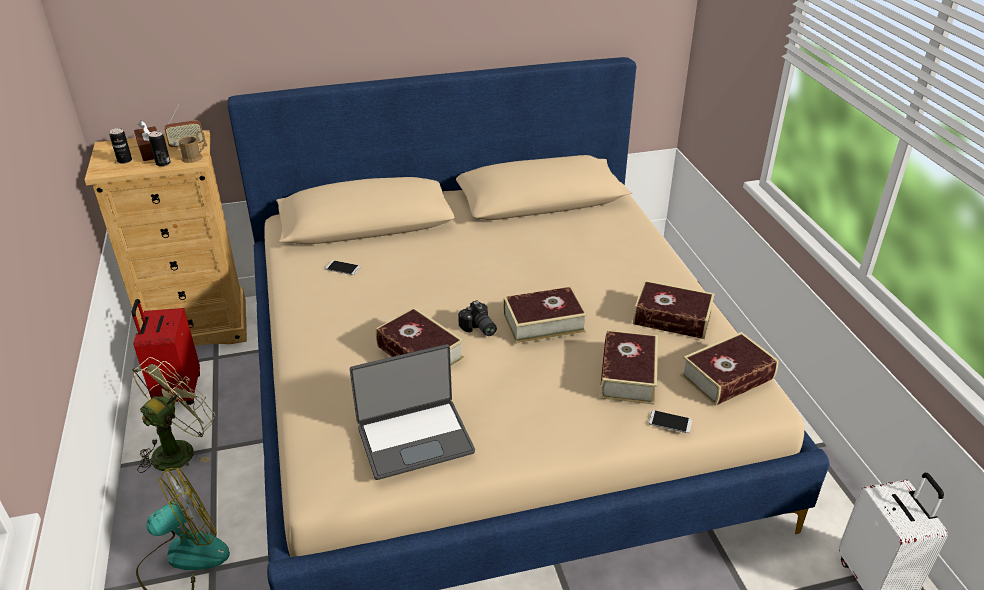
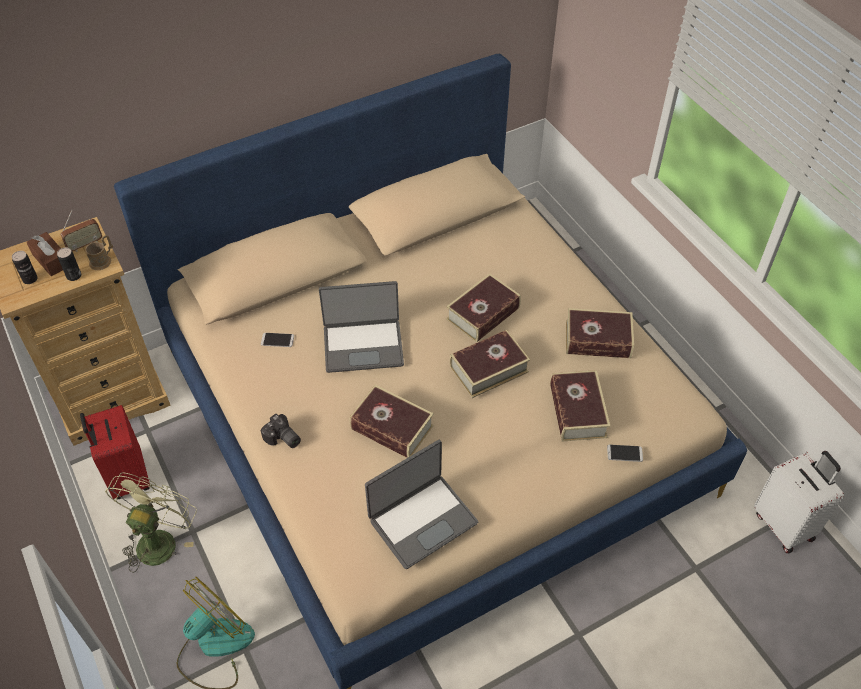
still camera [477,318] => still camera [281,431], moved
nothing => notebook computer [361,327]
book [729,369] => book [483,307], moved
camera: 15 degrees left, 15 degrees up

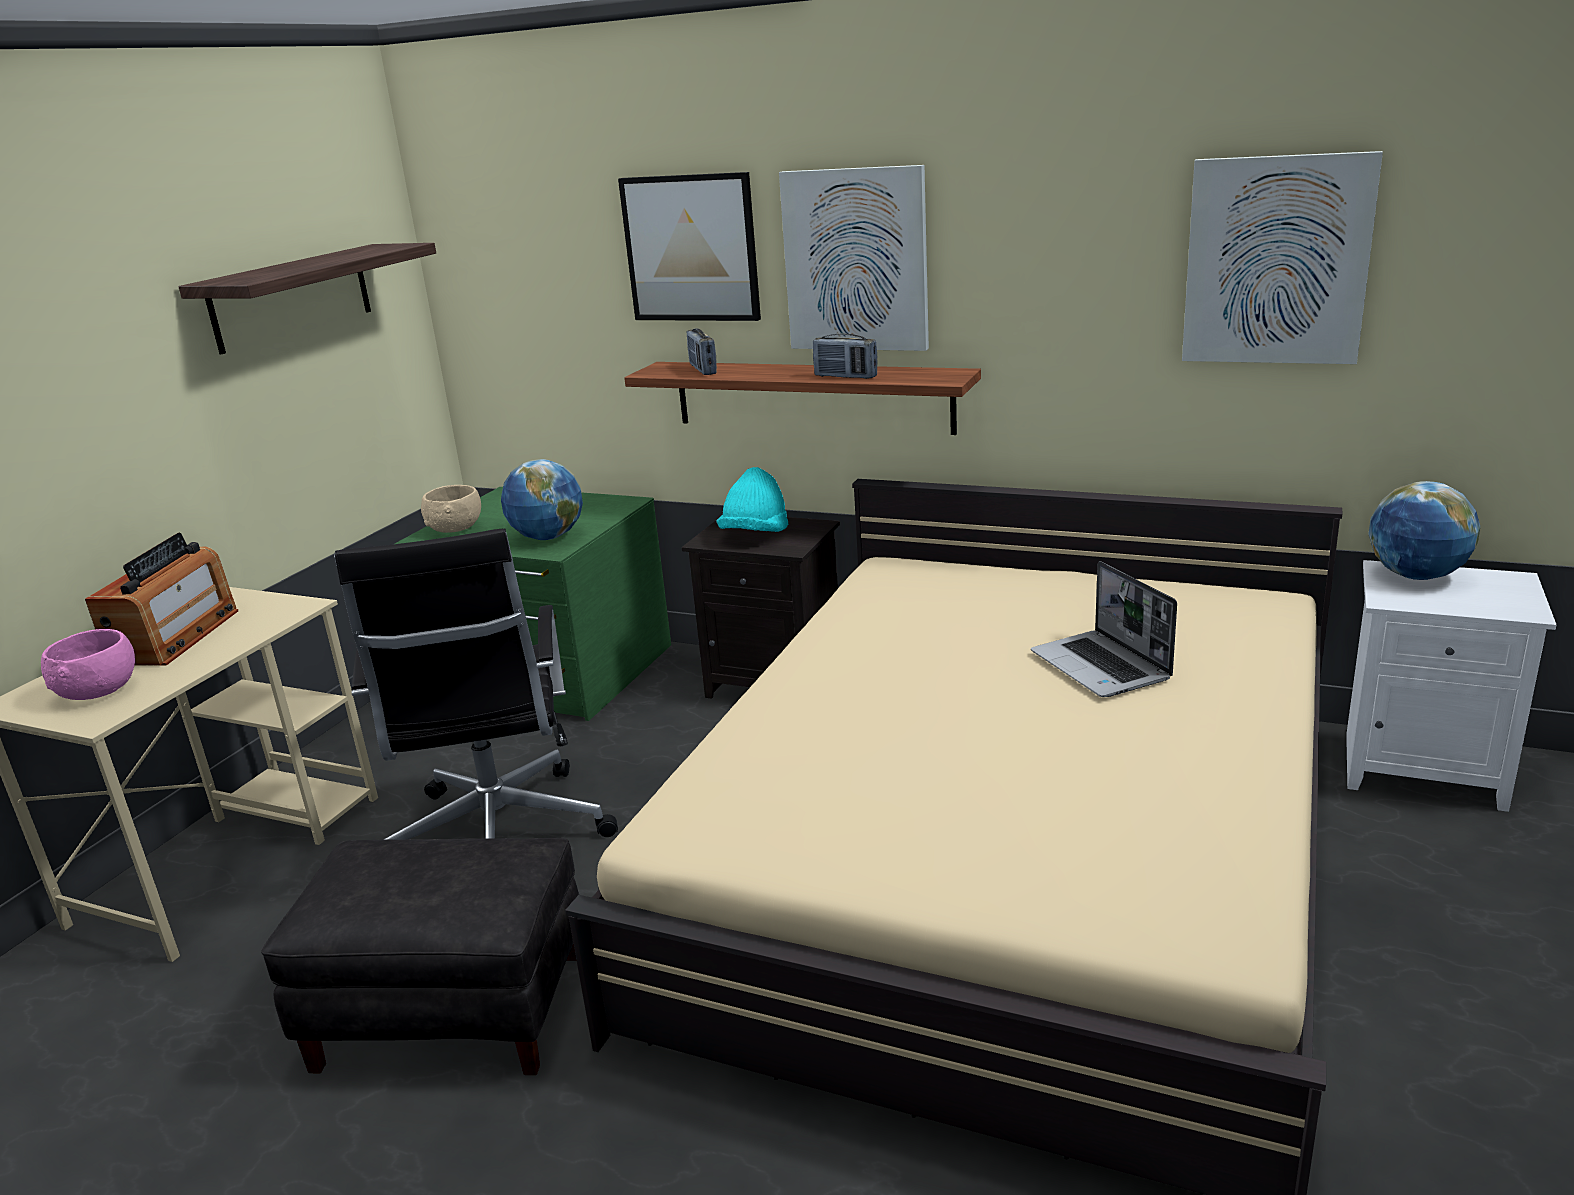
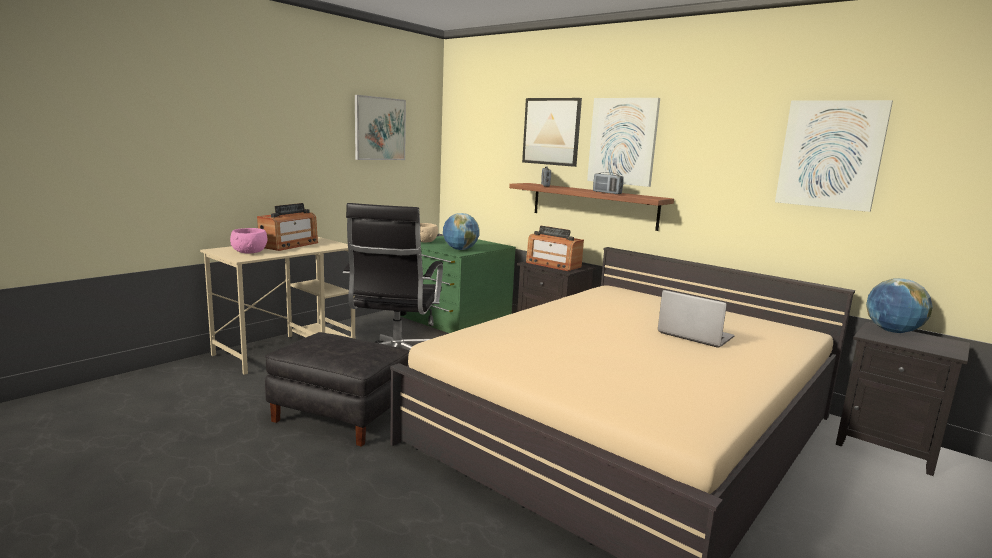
bracket shelf [307,298] => wall art [380,127]
wearable hat (turquoise-coloured) [752,499] => radio receiver [555,248]
notebook computer [1104,629] => notebook computer [696,319], 135 degrees clockwise
nightstand (white) [1451,686] => nightstand (black) [903,399]
camera: 15 degrees right, 10 degrees down

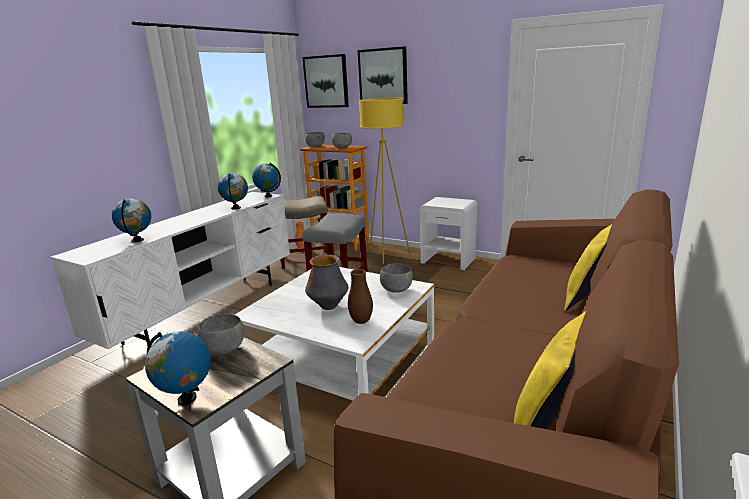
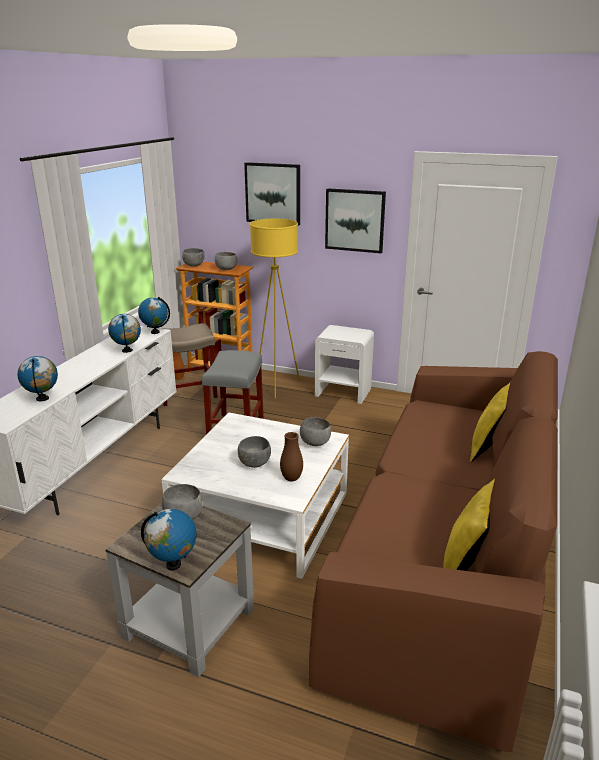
flower vase [327,282] => serving bowl (gray) [254,452]
wall art [325,81] => wall art [355,220], moved
camera: 10 degrees left, 5 degrees up

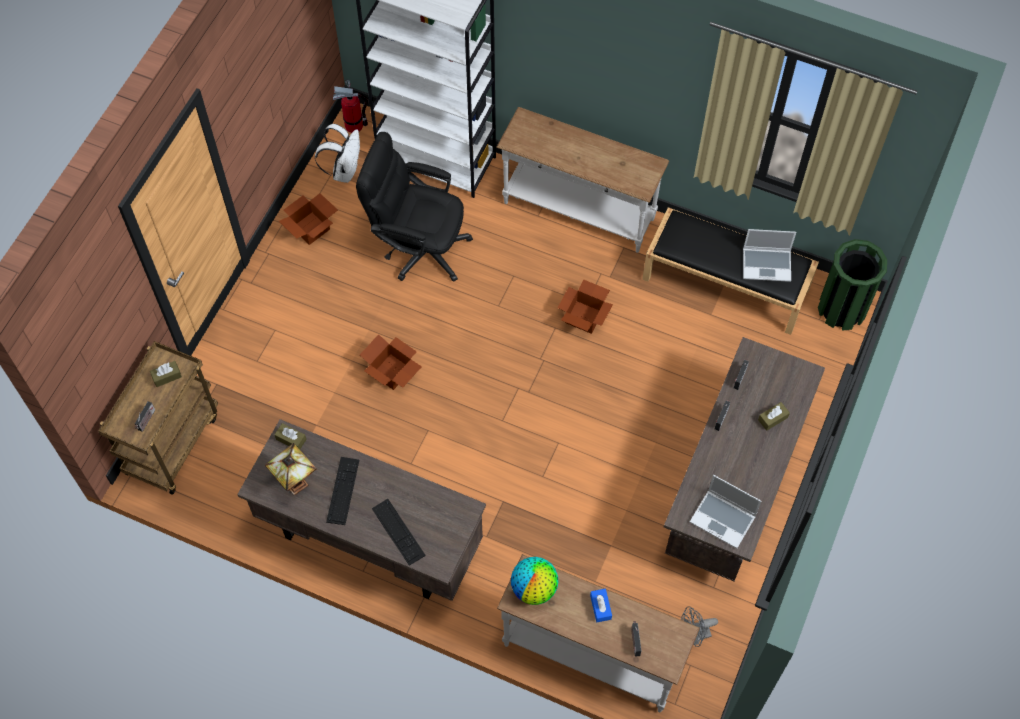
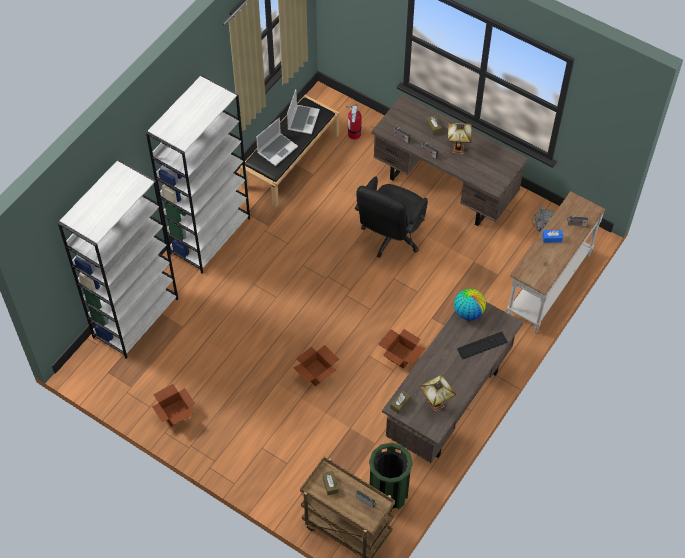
console table (white) [582,180] => shelving unit (white) [198,174]
notebook computer [725,512] => notebook computer [277,142], moved
fire-fighting cylinder [351,106] => fire-fighting cylinder [354,122], moved
desk chair (black) [414,207] => desk chair (black) [391,217], moved
rubbish bin (green) [852,285] => rubbish bin (green) [391,477], moved
packing box [585,307] => packing box [401,349], moved
nothing => lamp for a table [460,138]
world globe [534,581] => world globe [470,304], moved
rucksack (white) [337,153] => nothing
computer keyboard [342,491] => nothing
camera: 80 degrees left, 5 degrees down

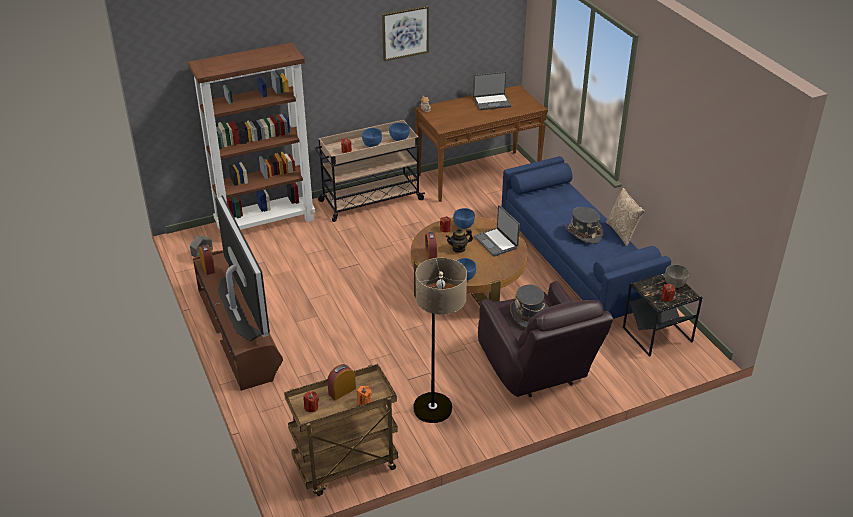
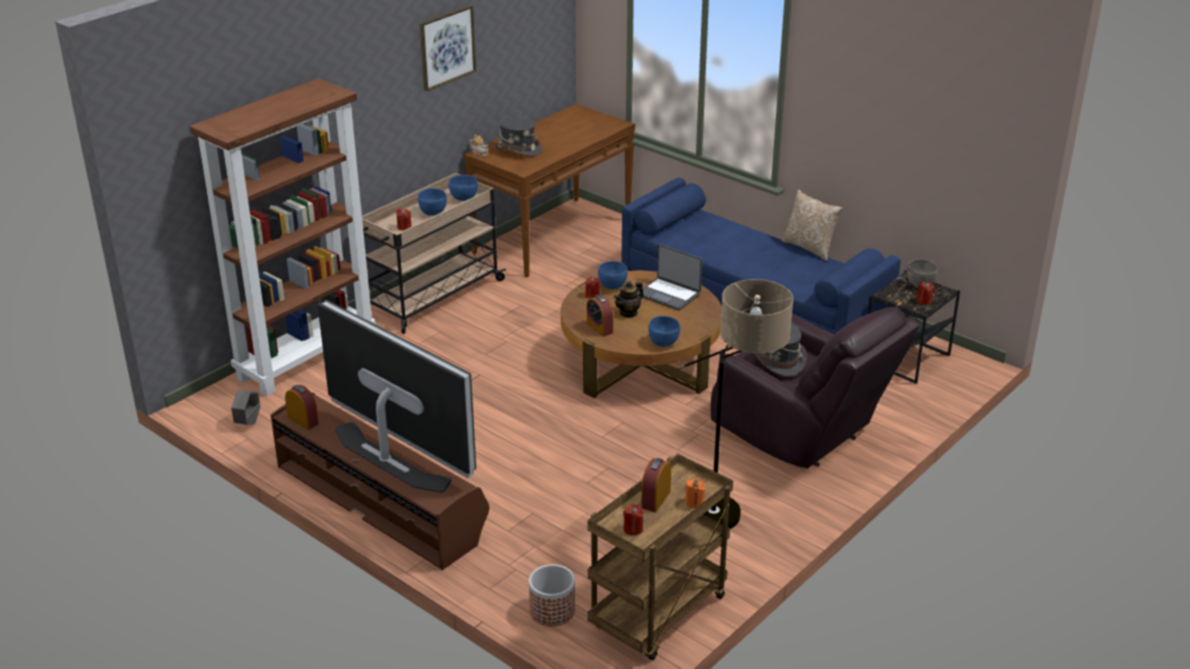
wearable hat (gray) [584,225] => wearable hat (gray) [518,137], moved
nothing => planter [552,595]
notebook computer [492,91] => nothing
camera: 25 degrees left, 5 degrees down

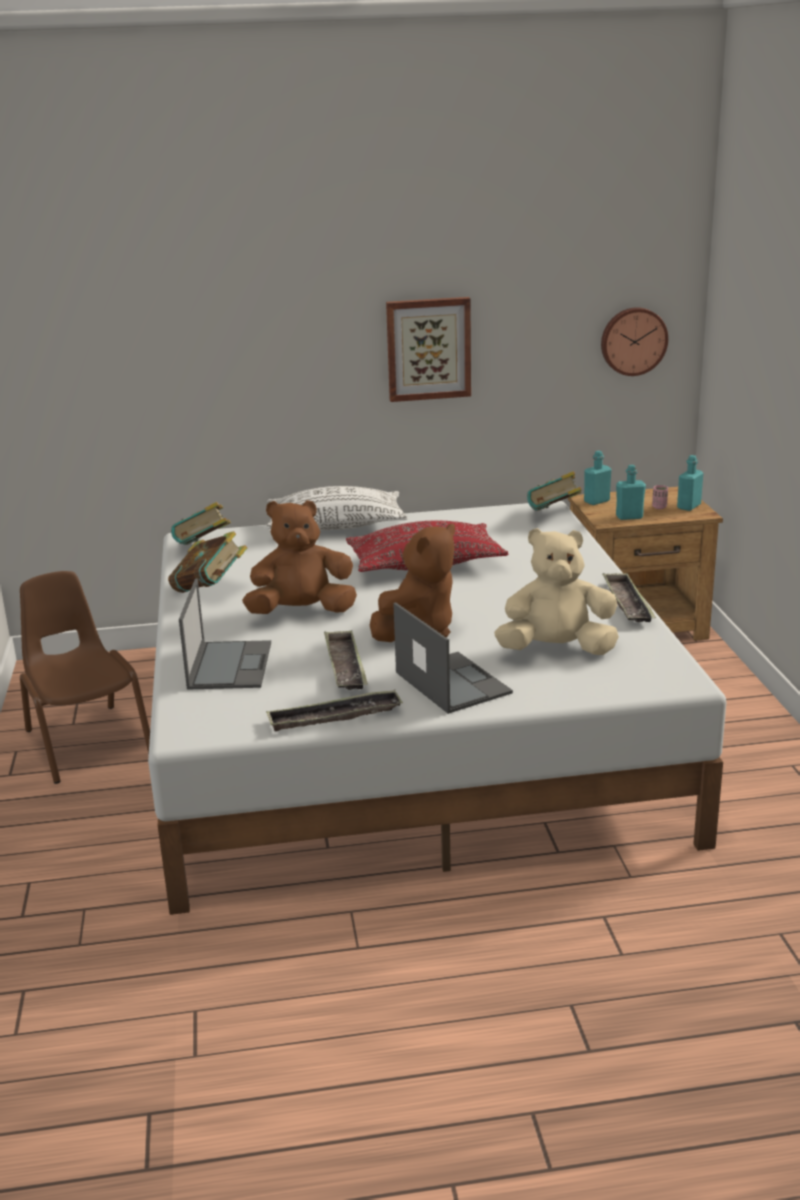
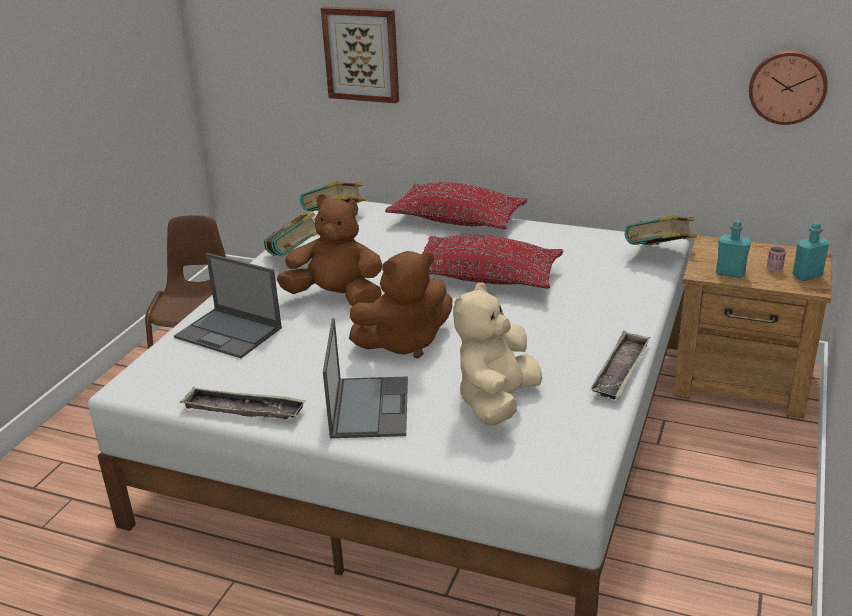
notebook computer [225,634] => notebook computer [228,305], 90 degrees clockwise
wall art [428,349] => wall art [360,55], moved
pillow (white) [337,508] => pillow (reddish) [456,205]
plush toy (sand-coloured) [556,591] => plush toy (sand-coloured) [497,354], 90 degrees counterclockwise
carrying tray [346,660] => nothing
beverage bottle (turquoise-coloured) [597,478] => nothing
camera: 30 degrees right, 5 degrees up

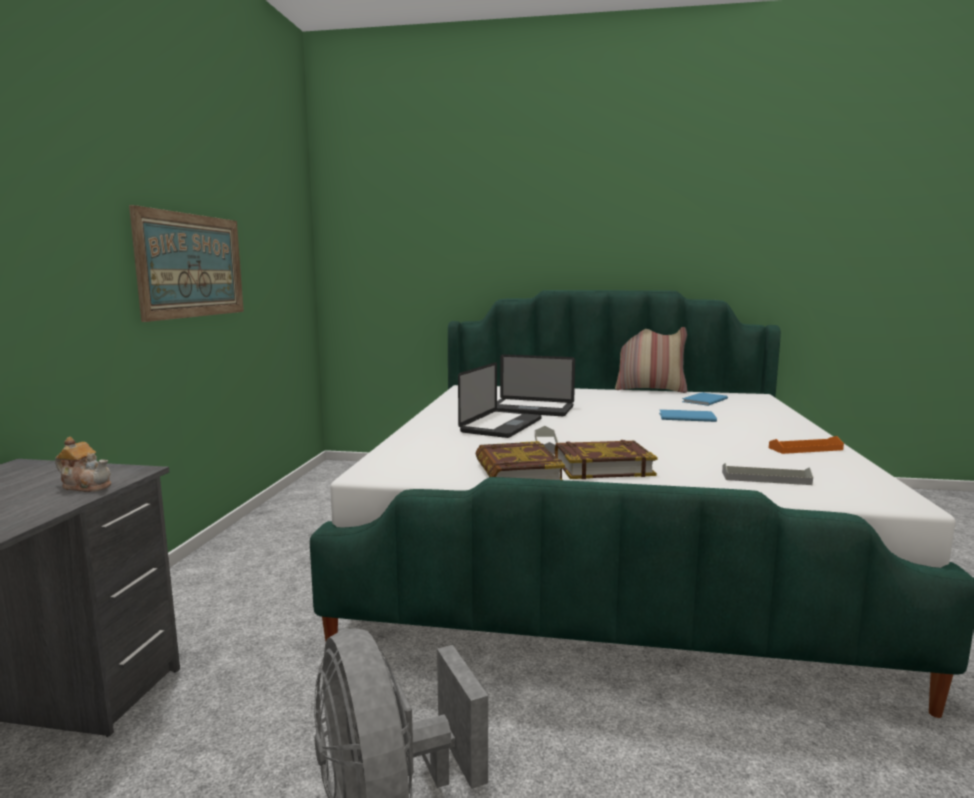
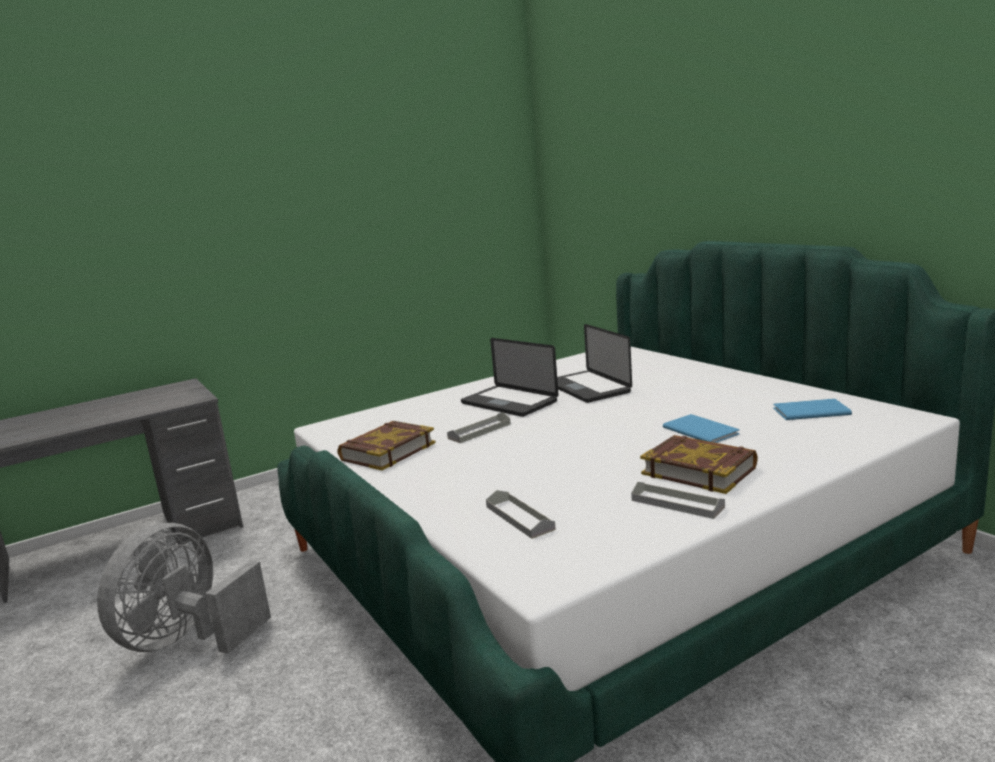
notebook computer [500,400] => notebook computer [509,377], 60 degrees clockwise
carrying tray (orangey) [806,445] => carrying tray (gray) [678,500]
book [606,459] => book [699,464], moved
tea pot [83,464] => nothing
wall art [186,263] => nothing
pillow [651,360] => nothing
camera: 50 degrees right, 5 degrees up

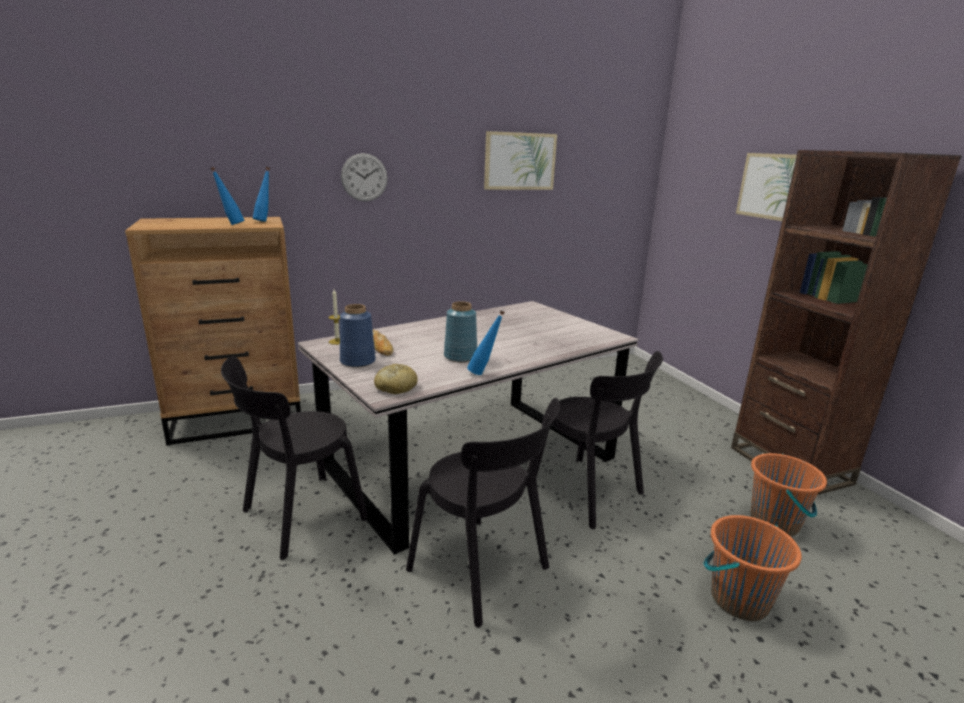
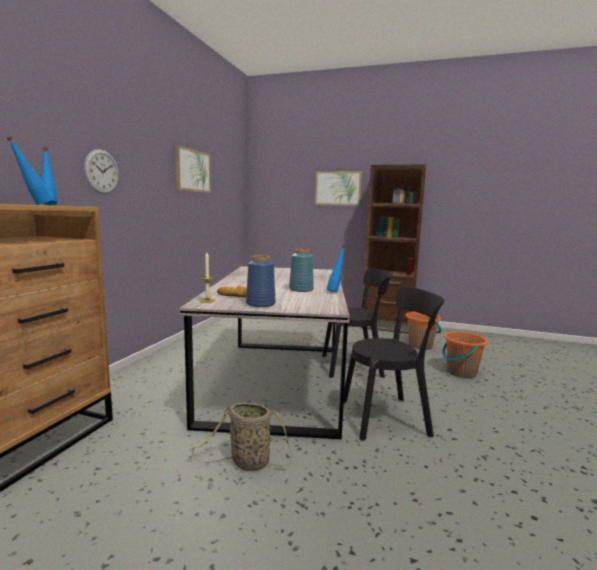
chair (black) [294,458] => basket [242,436]
bread [396,379] => nothing
camera: 50 degrees left, 10 degrees down

